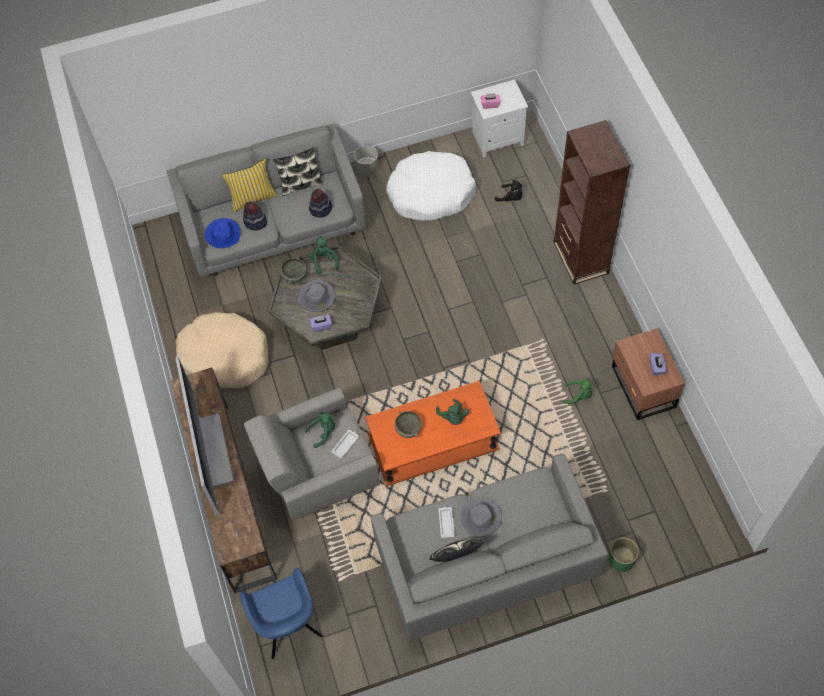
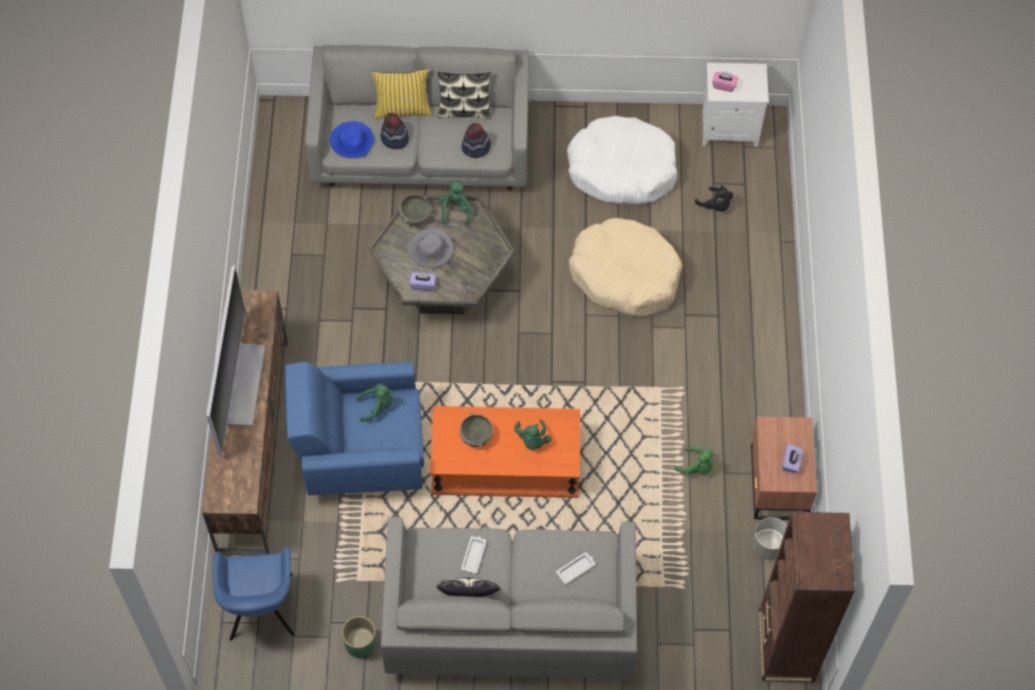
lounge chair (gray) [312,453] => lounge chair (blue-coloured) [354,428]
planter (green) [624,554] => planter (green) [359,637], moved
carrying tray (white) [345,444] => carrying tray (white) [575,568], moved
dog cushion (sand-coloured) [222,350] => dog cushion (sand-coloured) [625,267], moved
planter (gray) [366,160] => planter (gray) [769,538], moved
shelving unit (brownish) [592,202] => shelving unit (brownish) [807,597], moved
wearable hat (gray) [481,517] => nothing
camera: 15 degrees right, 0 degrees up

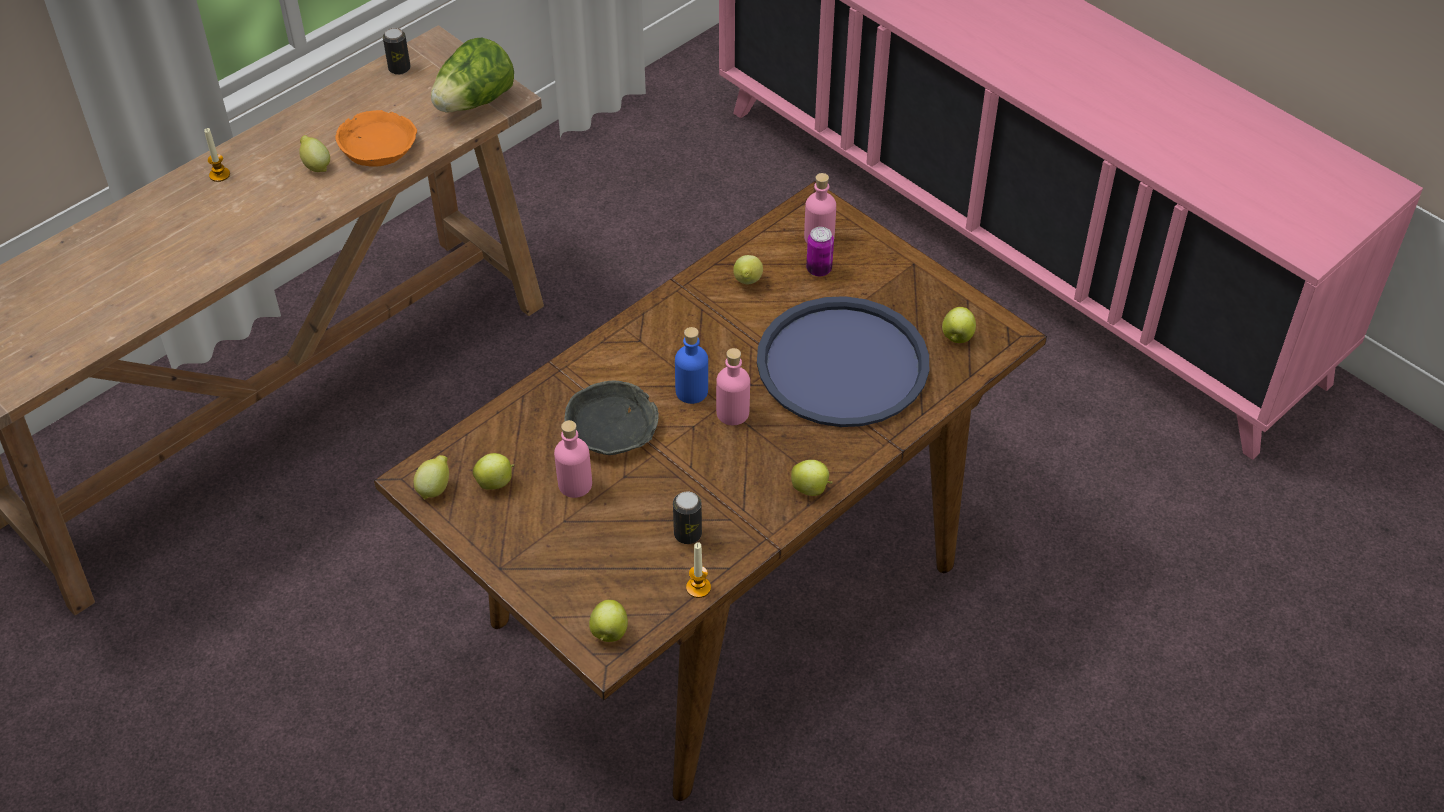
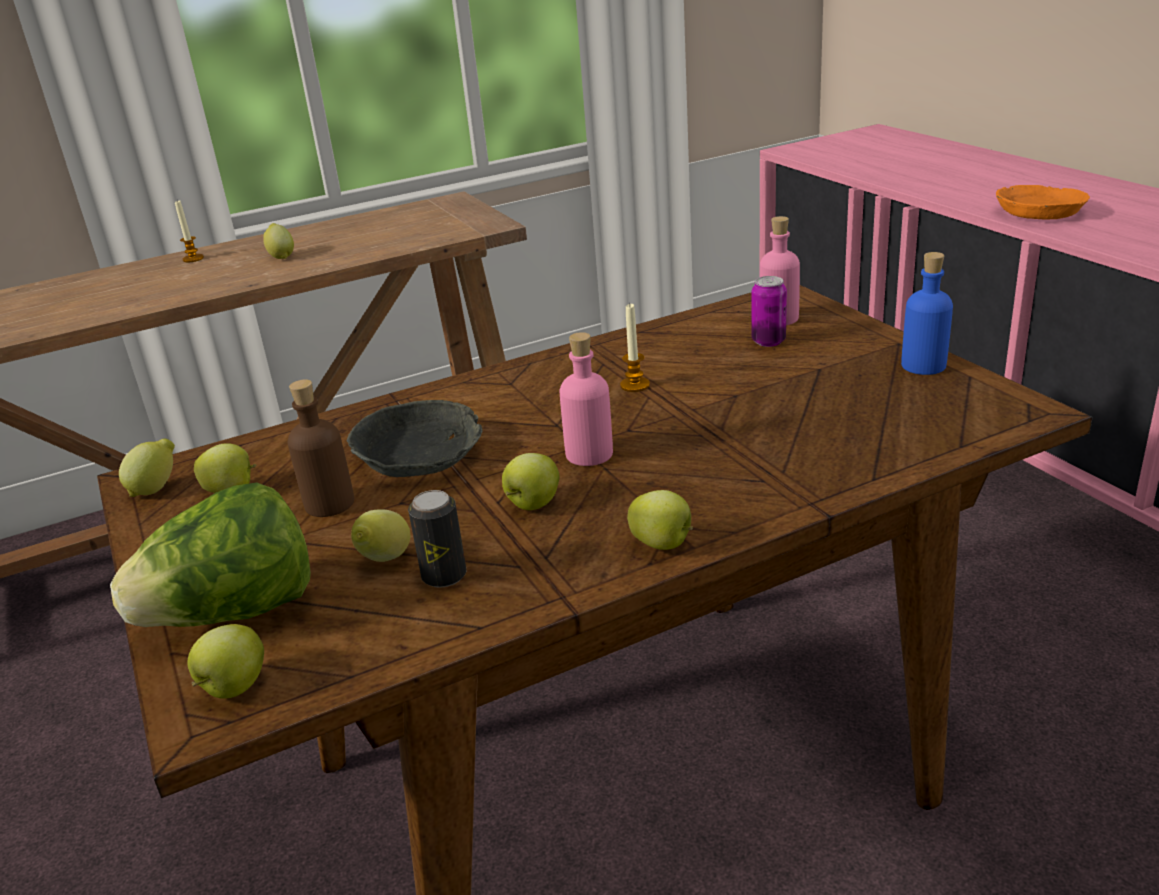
lettuce head [472,75] => lettuce head [210,555], moved
beverage bottle (pink) [573,459] => beverage bottle (brownish) [321,448]
citrus fruit [748,270] => citrus fruit [380,536], moved
apple fruit [959,325] => apple fruit [530,481], moved
candle [698,570] => candle [635,347], moved
beverage bottle (blue-coloured) [691,365] => beverage bottle (blue-coloured) [927,313], moved
serving bowl (orangey) [376,138] => serving bowl (orangey) [1043,202], moved
sealed can [396,51] => nothing
carrying tray (blue-coloured) [843,361] => nothing
camera: 20 degrees right, 20 degrees down

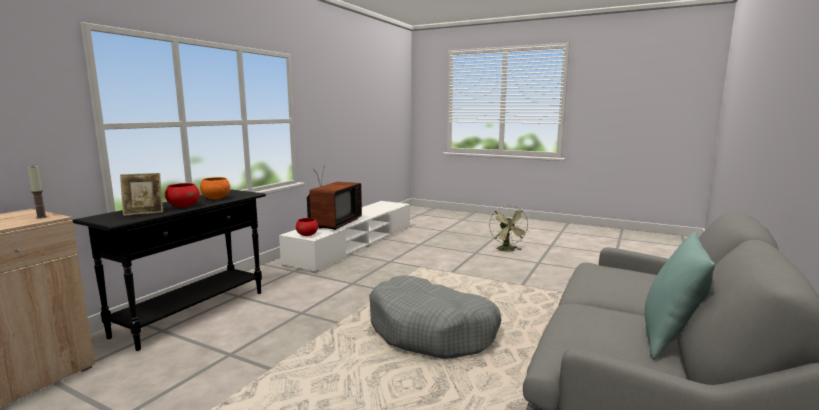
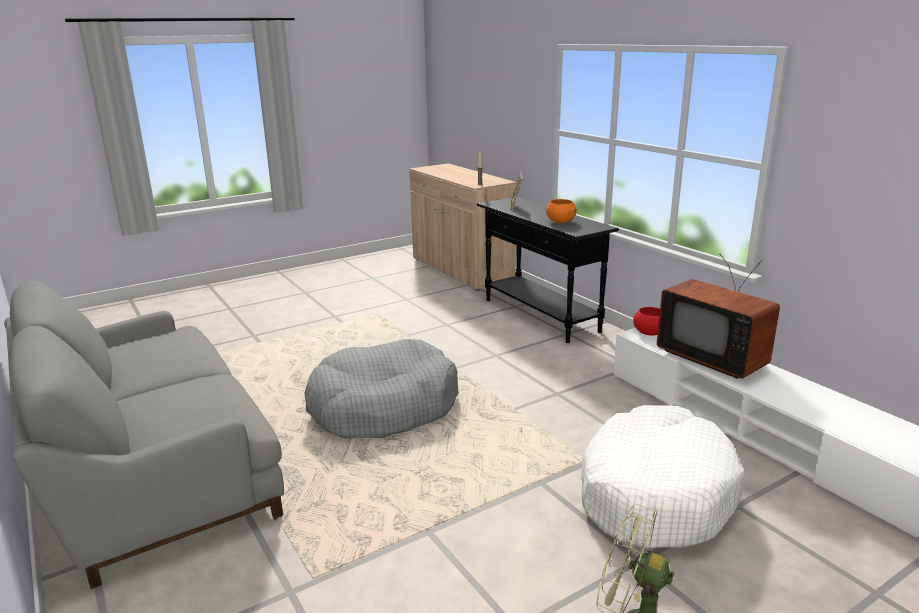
nothing => dog cushion (white) [662,476]
serving bowl (reddish) [182,195] => nothing
pillow (turquoise-coloured) [680,296] => nothing
camera: 120 degrees right, 10 degrees up

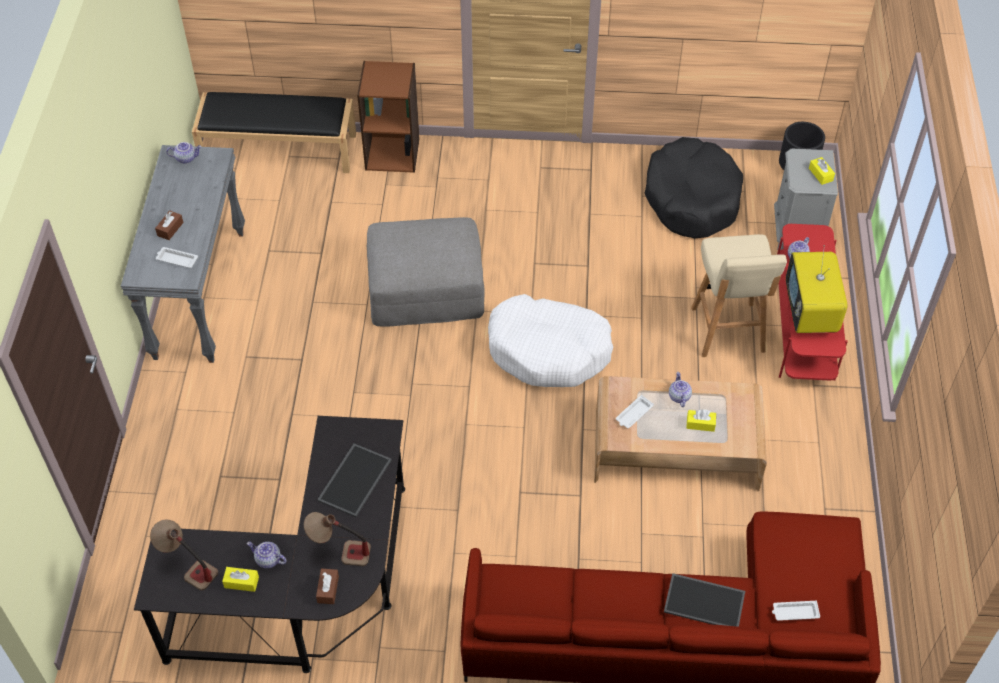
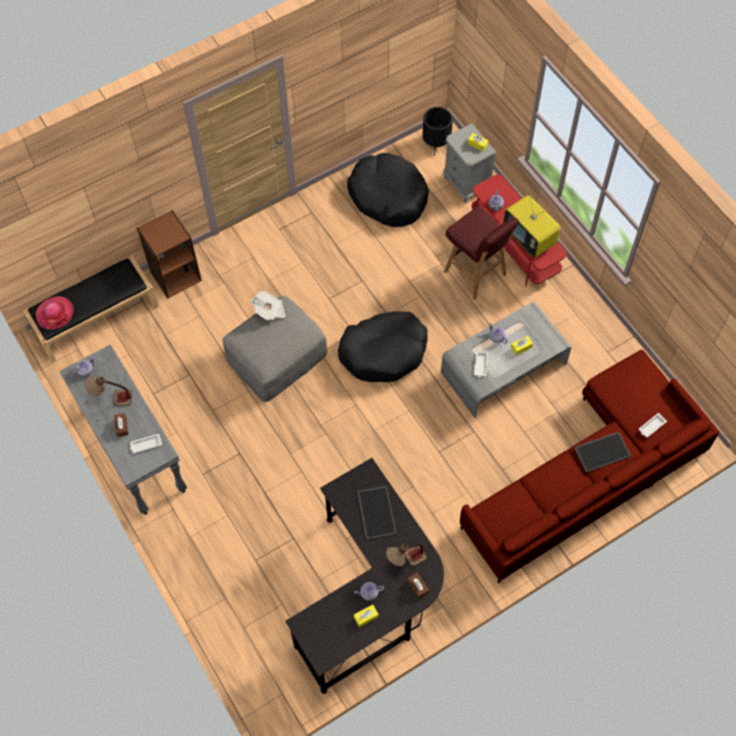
nothing => wearable hat [55,312]
lamp for a table [184,555] => lamp for a table [108,391], moved
nothing => daily paper [269,305]
dog cushion (white) [550,340] => dog cushion (black) [383,346]
low table (brownish) [680,433] => low table (gray) [506,360]
sitting stool (sand-coloured) [739,295] => sitting stool (reddish) [481,253]
camera: 35 degrees left, 10 degrees up

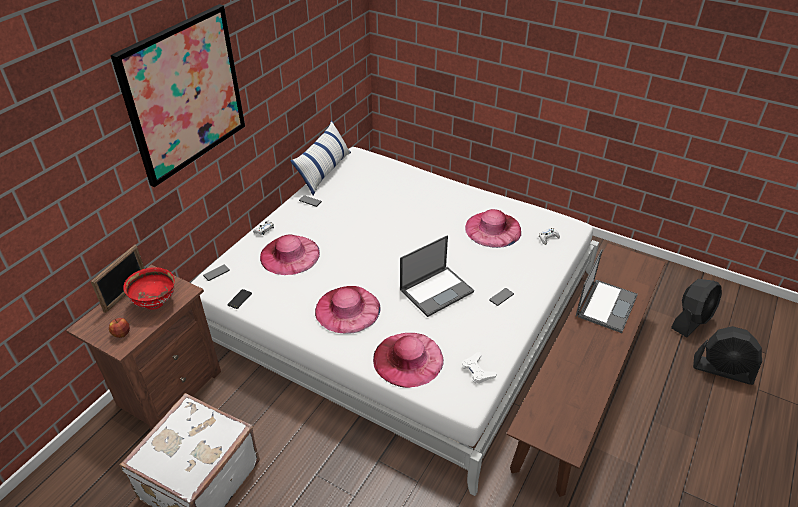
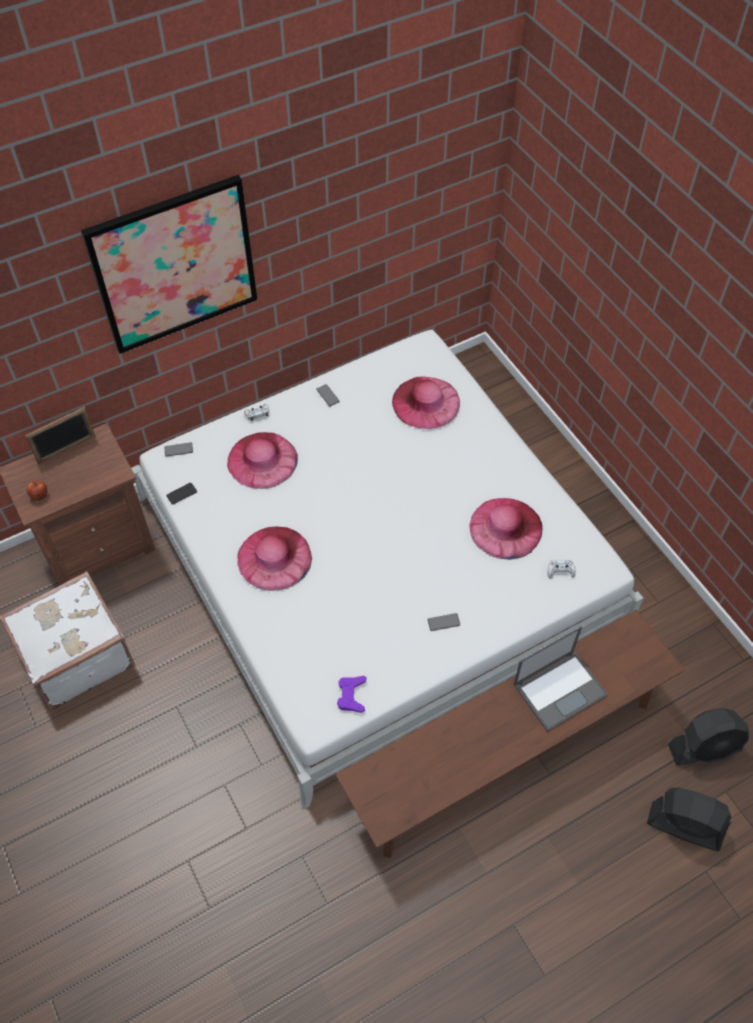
gamepad (white) [479,368] => gamepad (purplish) [352,694]
wearable hat (pink) [408,360] => wearable hat (pink) [426,402], moved
electric fan (black) [727,355] => electric fan (black) [689,819], 150 degrees clockwise
serving bowl (reddish) [149,288] => nothing
pillow [321,158] => nothing
notebook computer [437,276] => nothing
camera: 30 degrees right, 15 degrees up

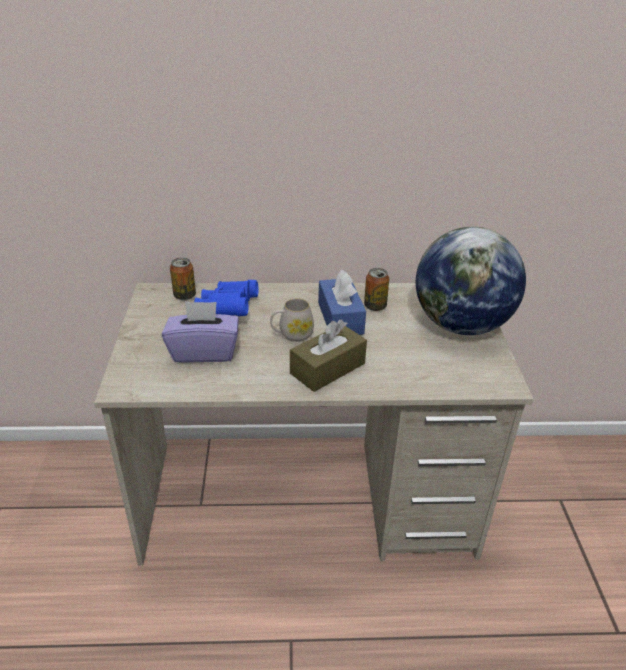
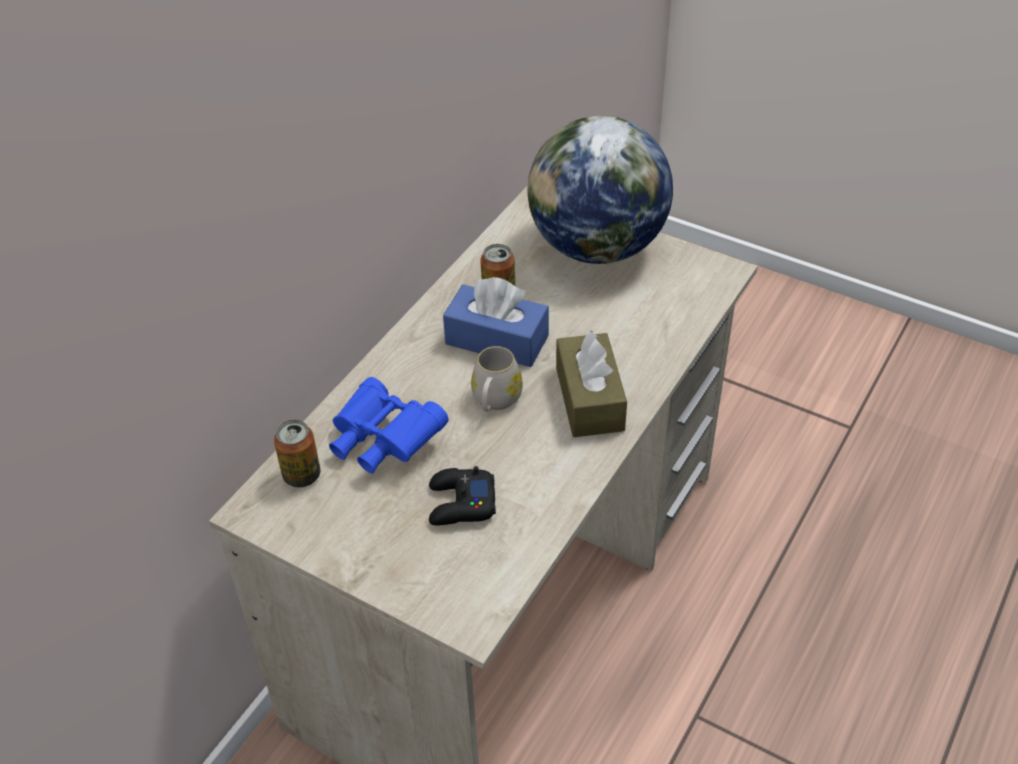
box of tissues (purplish) [200,332] => gamepad (black) [462,496]
camera: 55 degrees left, 10 degrees up

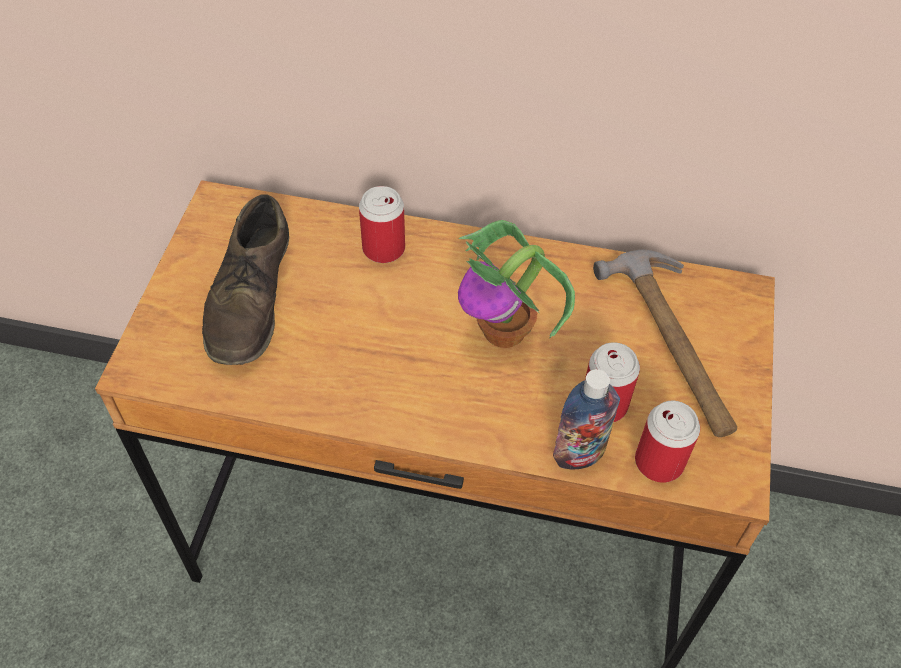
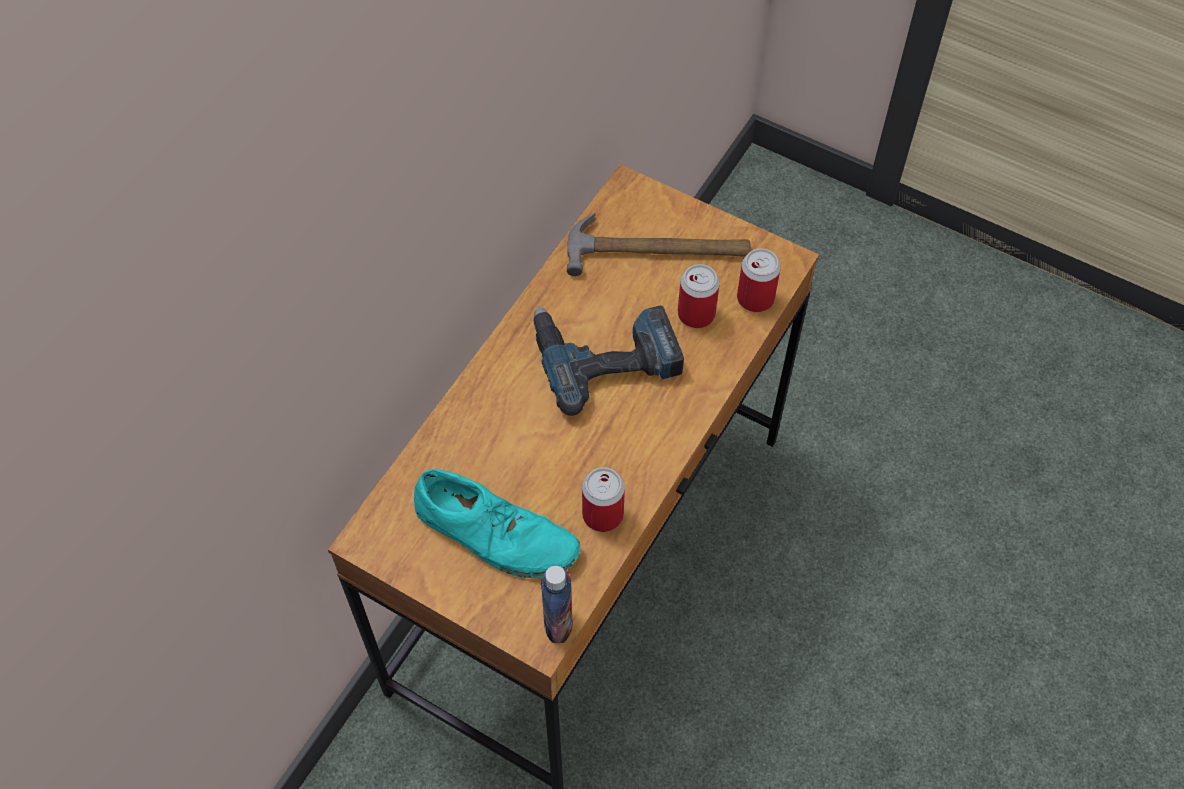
item of footwear (brownish) [245,279] => item of footwear (turquoise-coloured) [497,523]
potted plant [516,284] => drill [609,360]
beverage bottle [586,419] => beverage bottle [557,604], moved
sealed can [382,224] => sealed can [603,499], moved
camera: 70 degrees left, 5 degrees up

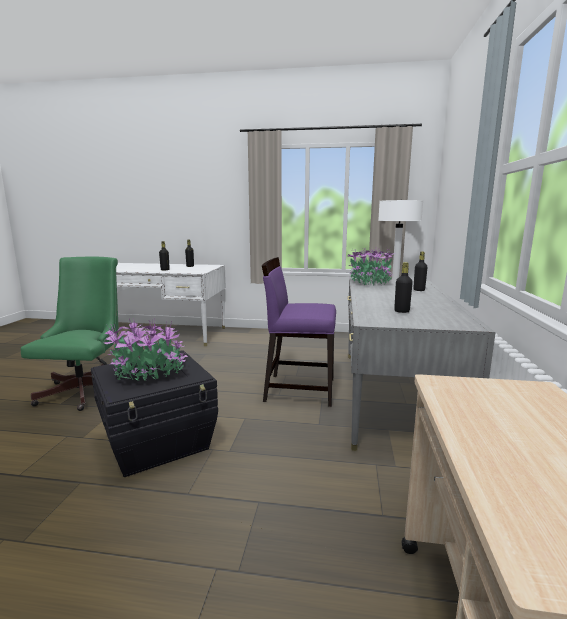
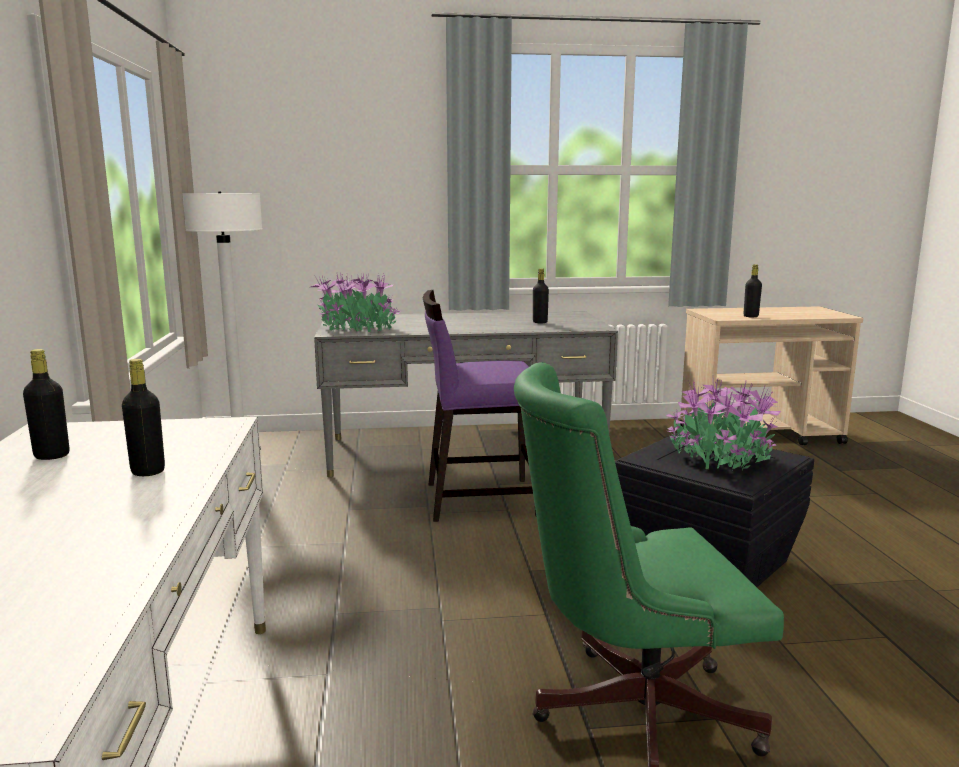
chair (purplish) [299,332] => chair (purplish) [479,406], 90 degrees clockwise
beverage bottle (black) [420,271] => beverage bottle (black) [752,290], moved
camera: 105 degrees left, 0 degrees up

